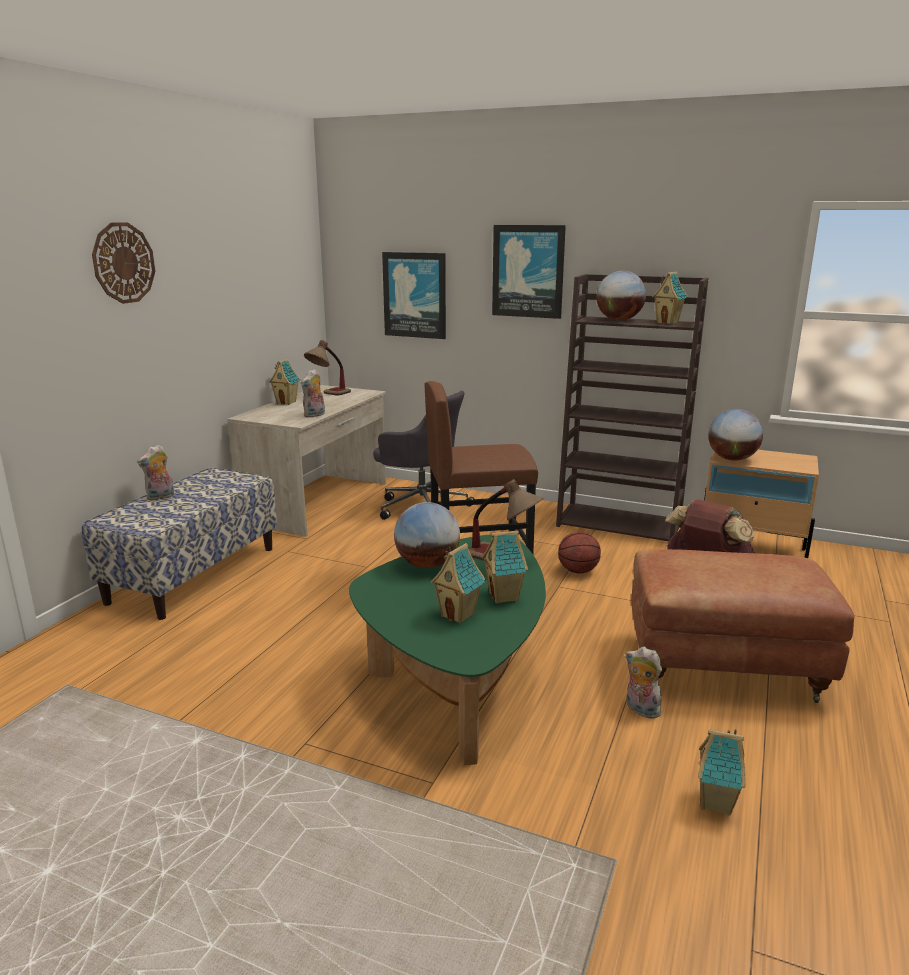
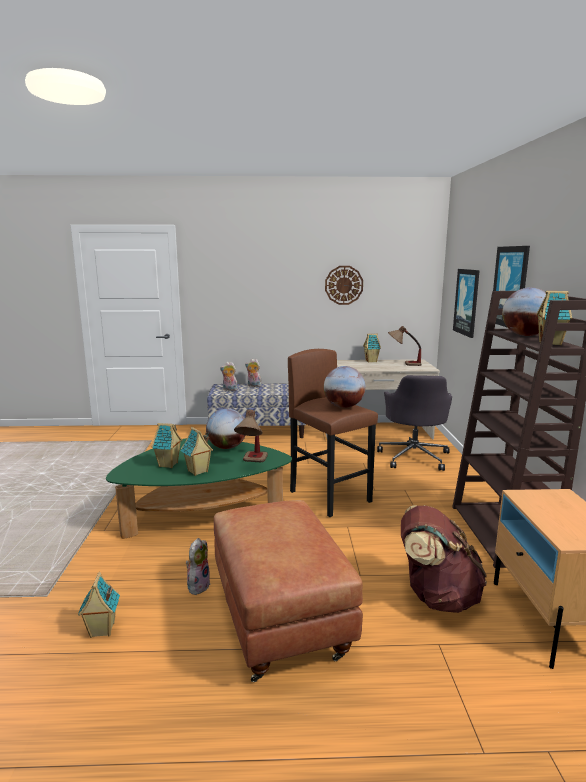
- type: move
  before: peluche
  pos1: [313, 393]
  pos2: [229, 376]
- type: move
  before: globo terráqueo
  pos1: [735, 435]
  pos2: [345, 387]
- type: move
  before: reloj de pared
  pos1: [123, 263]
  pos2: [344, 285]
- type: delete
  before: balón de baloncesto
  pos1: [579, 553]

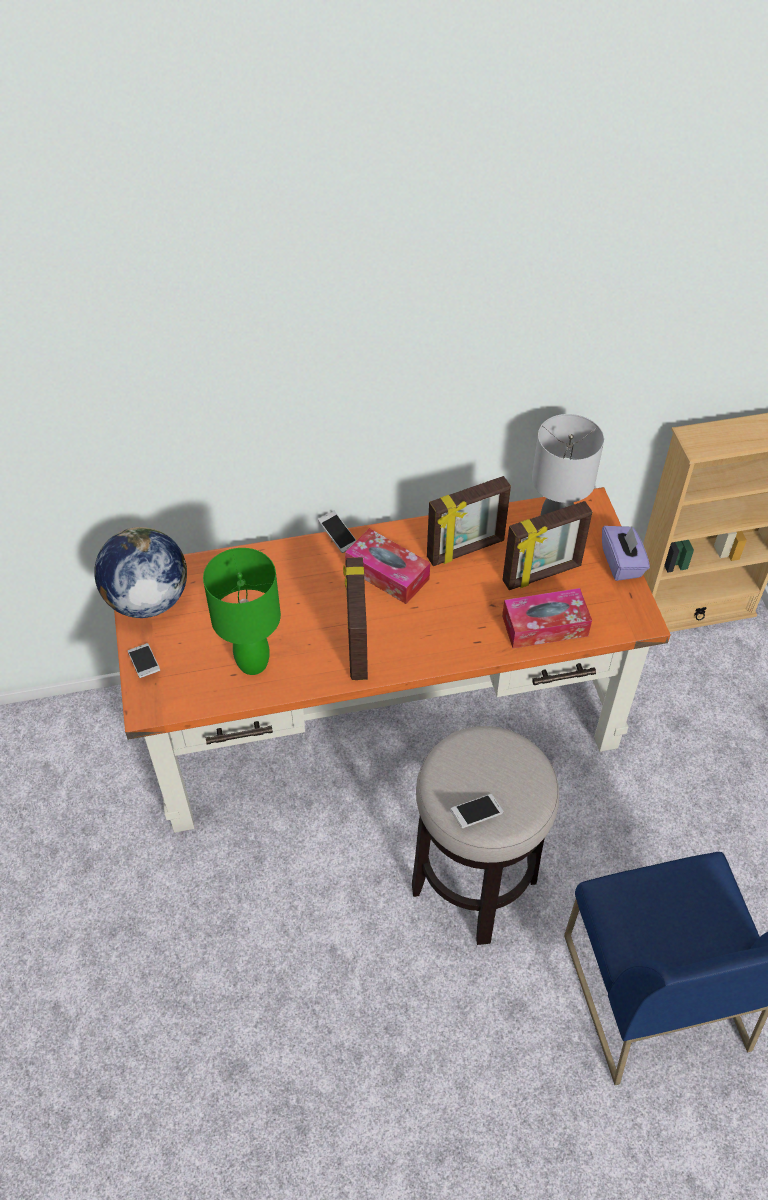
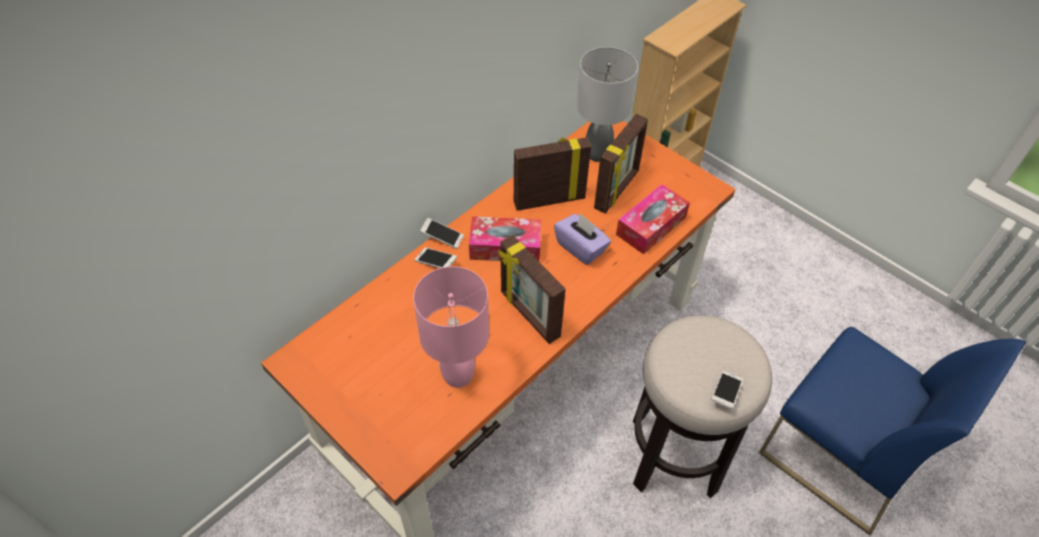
- type: recolor
  before: lámpara de mesa/verde
  after: lámpara de mesa/rosa
  pos1: [242, 611]
  pos2: [451, 327]
- type: move
  before: móvil
  pos1: [144, 660]
  pos2: [435, 258]
- type: rotate
  before: portarretratos
  pos1: [469, 521]
  pos2: [552, 174]
  turn: -135
- type: move
  before: caja de pañuelos/morado
  pos1: [626, 553]
  pos2: [582, 239]
- type: delete
  before: globo terráqueo
  pos1: [140, 572]

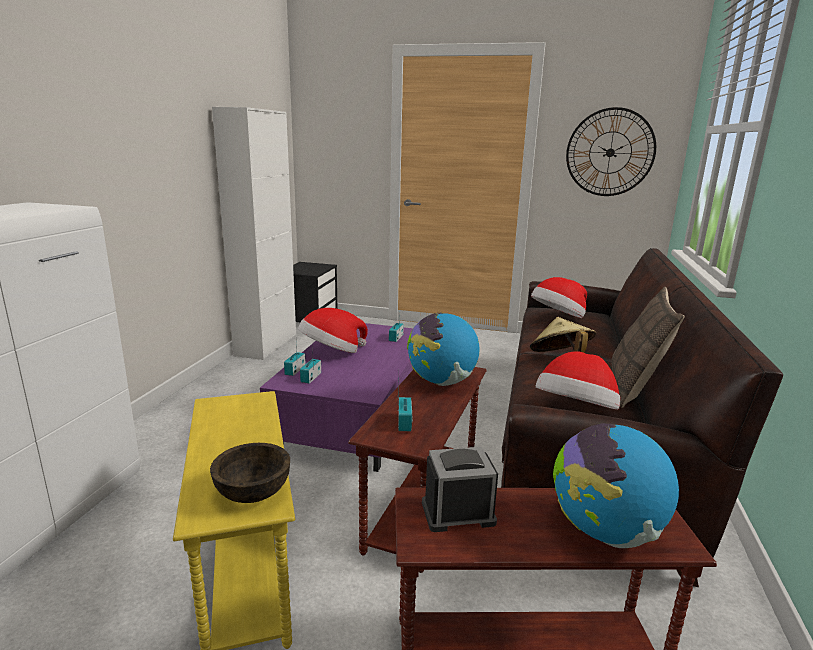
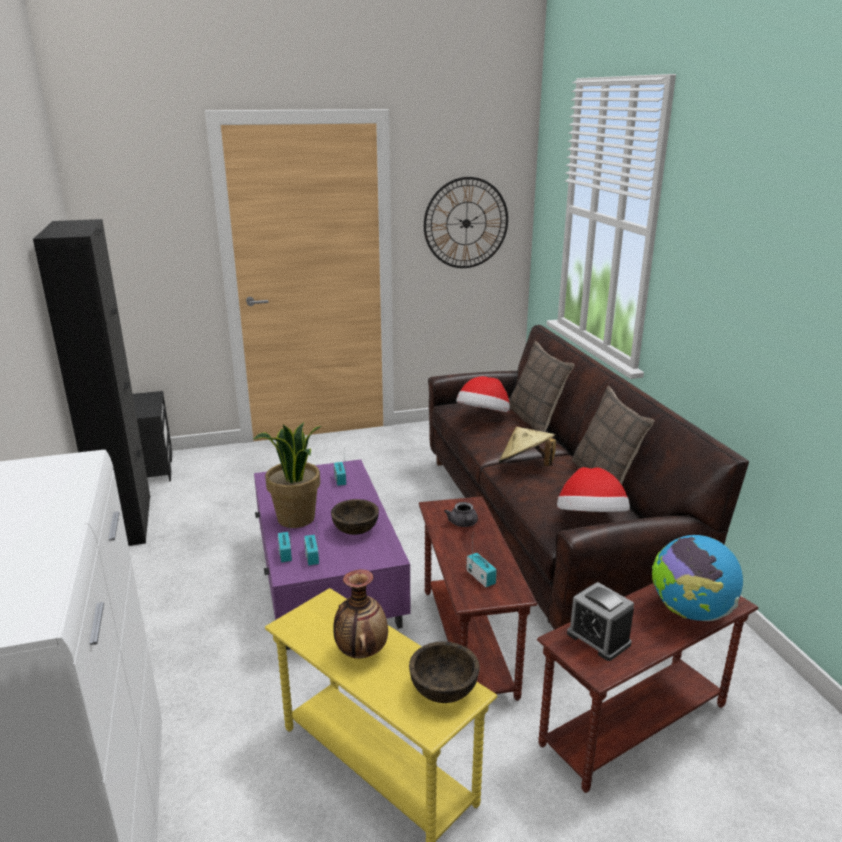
- type: recolor
  before: armario/blanco
  after: armario/negro
  pos1: [254, 233]
  pos2: [91, 382]
- type: replace
  before: sombrero
  after: planta en maceta
  pos1: [333, 330]
  pos2: [288, 475]
- type: insert
  after: cuenco/marrón
  pos2: [355, 517]
- type: insert
  after: florero
  pos2: [360, 613]
- type: replace
  before: globo terráqueo
  after: tetera/gris
  pos1: [443, 349]
  pos2: [461, 514]
- type: insert
  after: cojín
  pos2: [541, 386]
- type: rotate
  before: despertador
  pos1: [460, 489]
  pos2: [600, 621]
  turn: -90

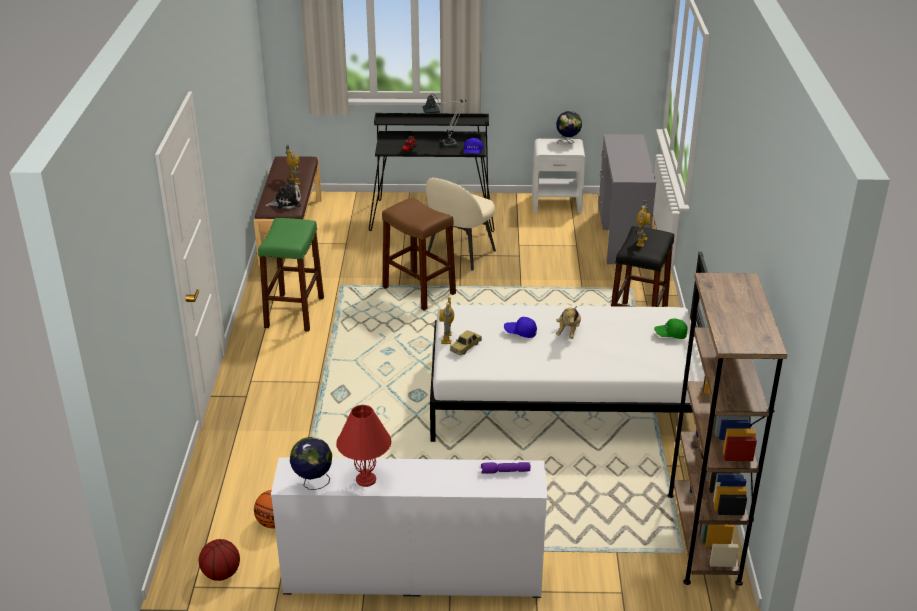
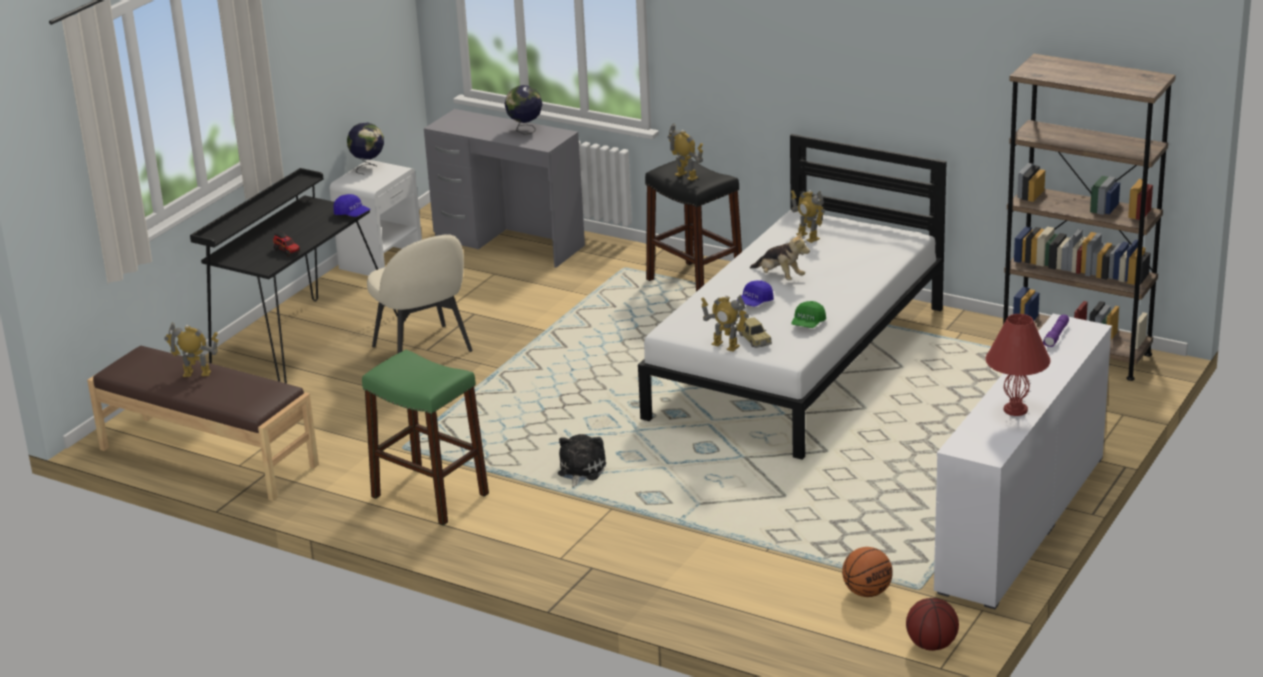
- type: move
  before: globo terráqueo
  pos1: [311, 463]
  pos2: [523, 110]
- type: move
  before: peluche
  pos1: [283, 193]
  pos2: [582, 460]
- type: insert
  after: robot de juguete
  pos2: [808, 216]
- type: move
  before: gorra/verde
  pos1: [671, 329]
  pos2: [808, 314]
- type: delete
  before: taburete/marrón
  pos1: [419, 253]
- type: delete
  before: lámpara de mesa
  pos1: [444, 120]

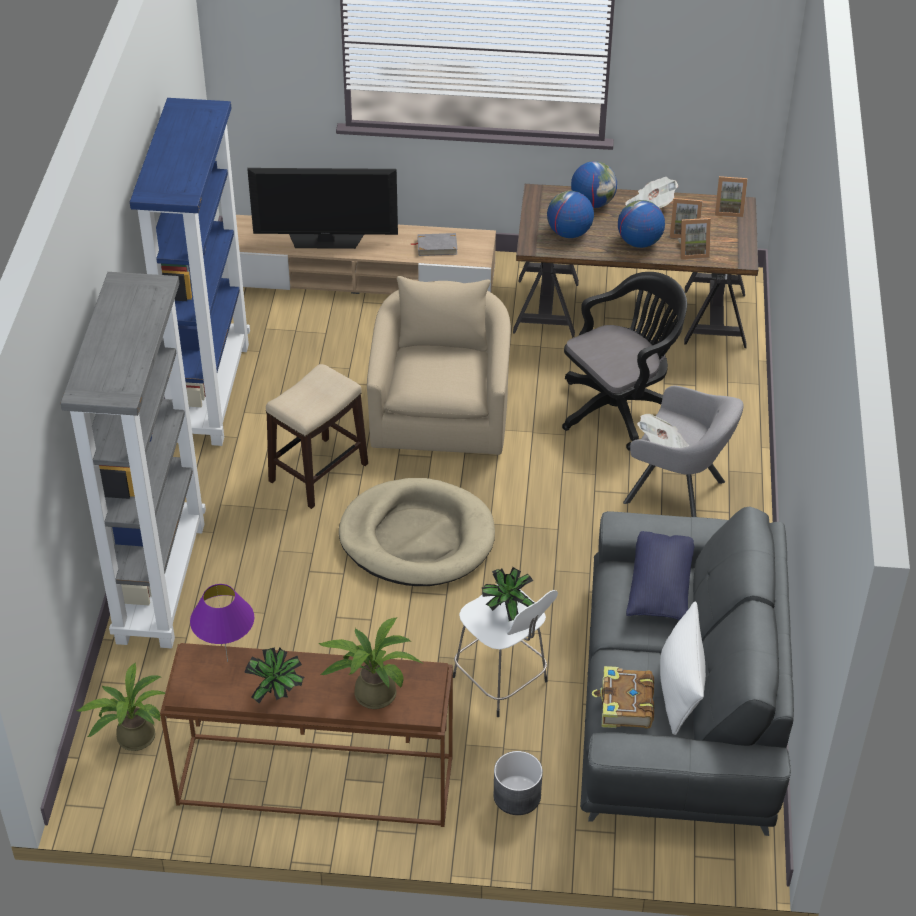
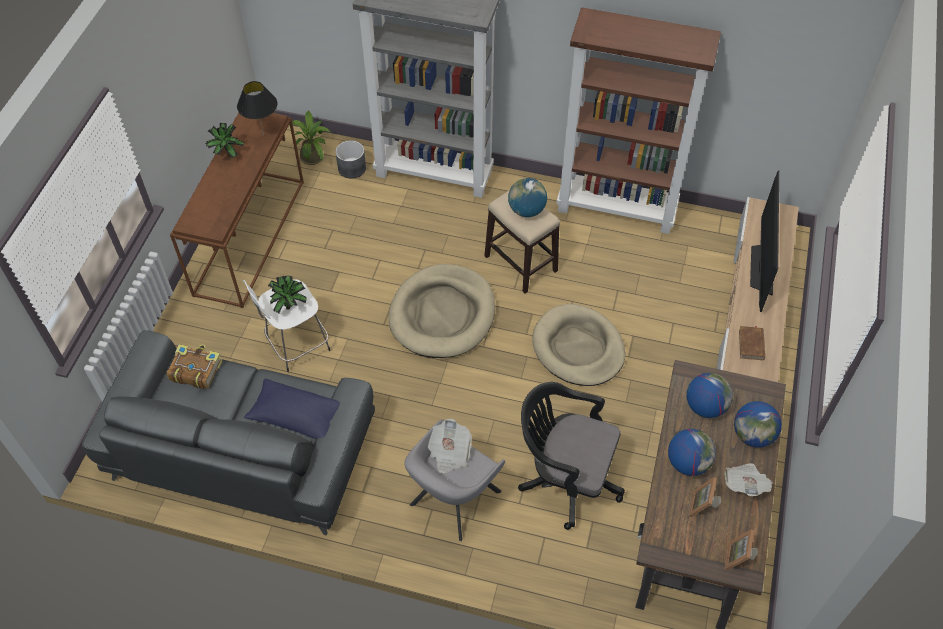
- type: recolor
  before: lámpara de mesa/morado
  after: lámpara de mesa/negro
  pos1: [222, 623]
  pos2: [257, 107]
- type: move
  before: maceta/gris
  pos1: [518, 783]
  pos2: [350, 159]
- type: insert
  after: globo terráqueo
  pos2: [527, 197]
- type: rotate
  before: silla de oficina/negro
  pos1: [624, 361]
  pos2: [571, 456]
  turn: 135
- type: replace
  before: sillón/beis
  after: cama para perro/beis
  pos1: [439, 365]
  pos2: [578, 345]
- type: recolor
  before: estantería/azul
  after: estantería/marrón
  pos1: [190, 272]
  pos2: [638, 120]
- type: recolor
  before: libro/gris
  after: libro/marrón
  pos1: [434, 244]
  pos2: [752, 343]
- type: delete
  before: planta en maceta
  pos1: [371, 663]
- type: delete
  before: cojín/blanco
  pos1: [683, 668]
- type: delete
  before: portarretratos
  pos1: [694, 239]

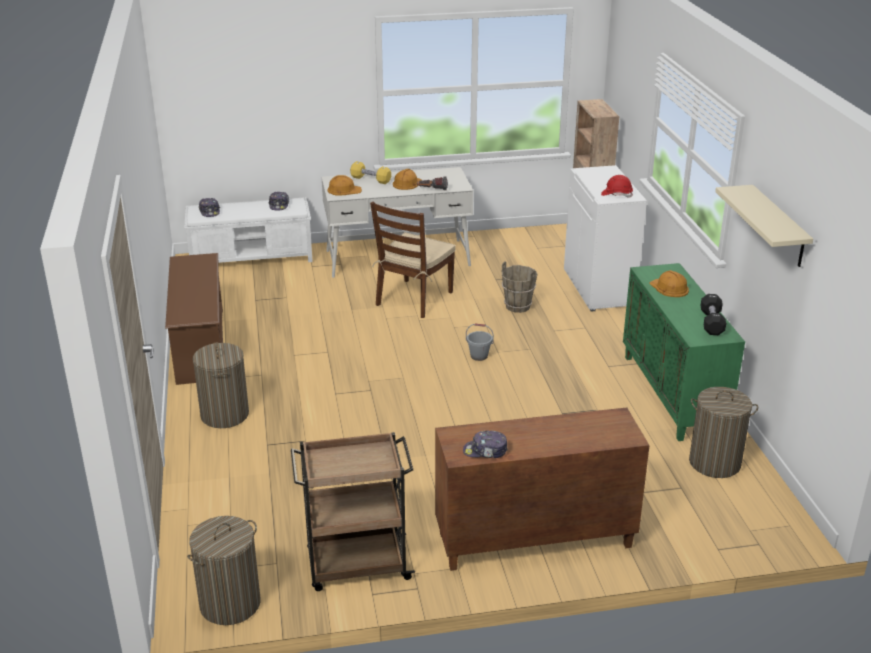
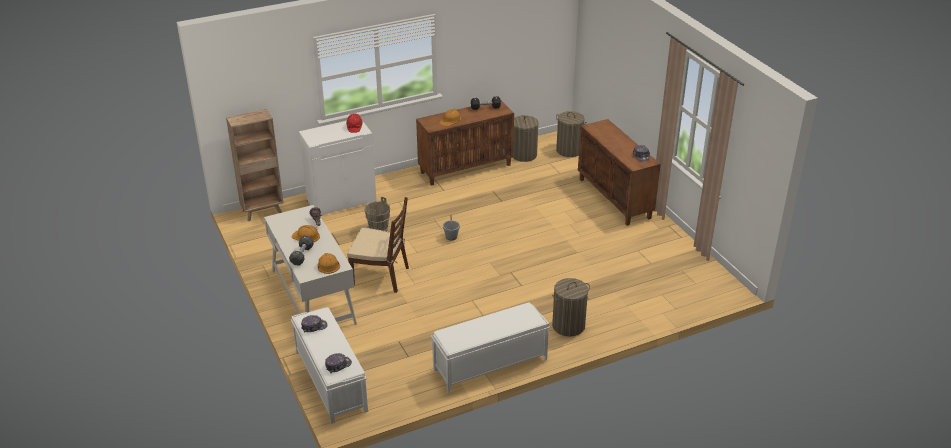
- type: recolor
  before: mancuerna/amarillo
  after: mancuerna/negro
  pos1: [370, 172]
  pos2: [301, 251]
- type: recolor
  before: armario/verde
  after: armario/marrón
  pos1: [684, 352]
  pos2: [465, 143]
- type: replace
  before: zapatero/marrón
  after: banco/blanco
  pos1: [194, 319]
  pos2: [490, 348]
- type: move
  before: cesto de la ropa
  pos1: [223, 570]
  pos2: [571, 134]
- type: delete
  before: carrito/marrón
  pos1: [353, 511]
- type: delete
  before: estante/beis
  pos1: [764, 226]

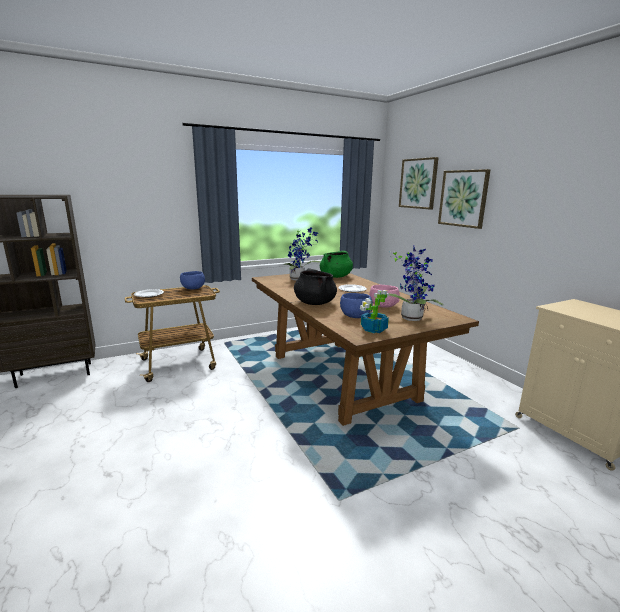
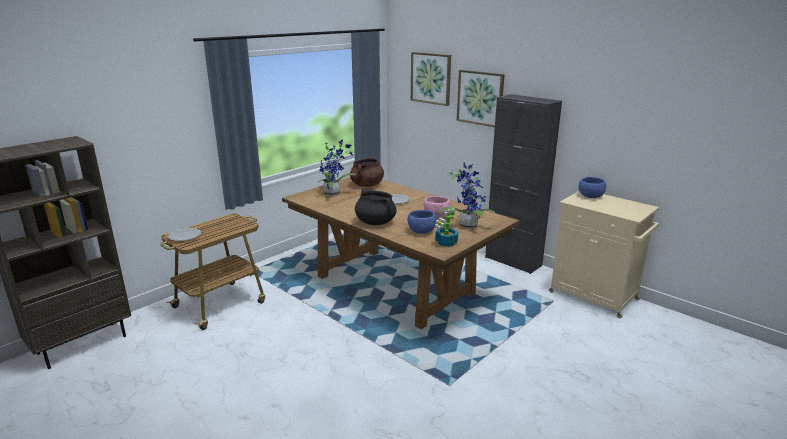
- type: recolor
  before: olla/verde
  after: olla/marrón
  pos1: [336, 264]
  pos2: [367, 172]
- type: insert
  after: armario/negro
  pos2: [523, 184]
- type: move
  before: cuenco/azul
  pos1: [192, 280]
  pos2: [592, 187]

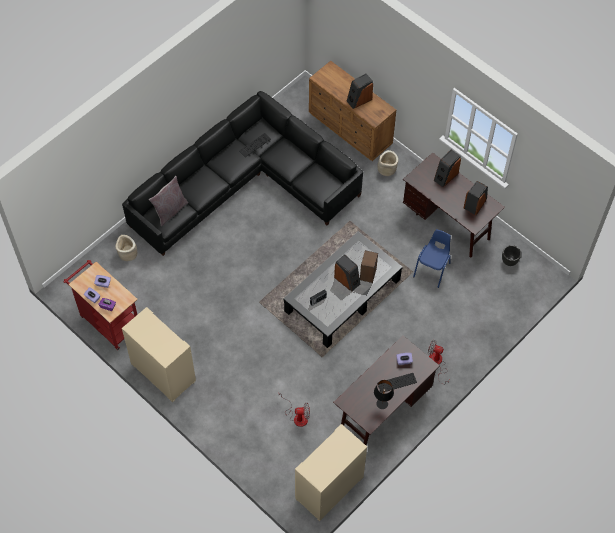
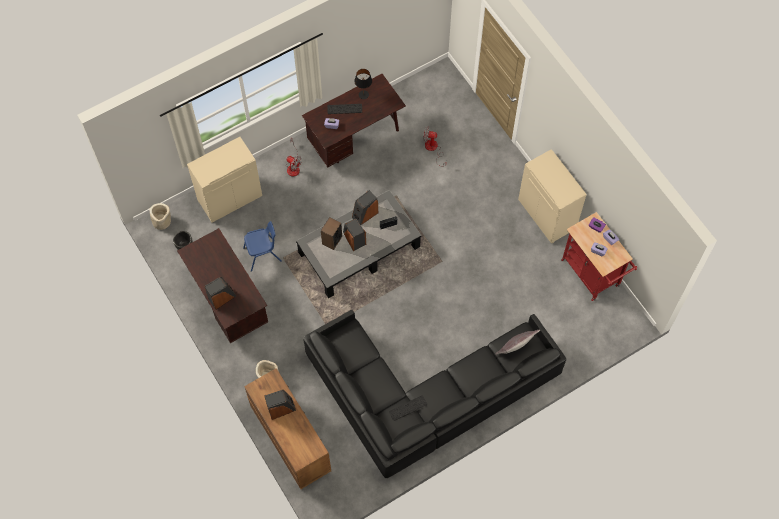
- type: move
  before: maceta/beis
  pos1: [126, 248]
  pos2: [160, 216]
- type: move
  before: armario/beis
  pos1: [331, 472]
  pos2: [224, 180]
- type: rotate
  before: silla/azul
  pos1: [432, 258]
  pos2: [262, 246]
  turn: -150
- type: move
  before: altavoz
  pos1: [476, 198]
  pos2: [365, 207]

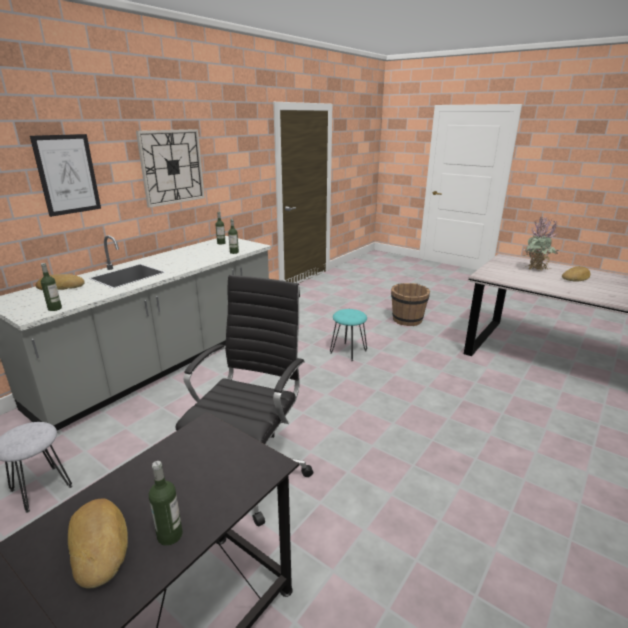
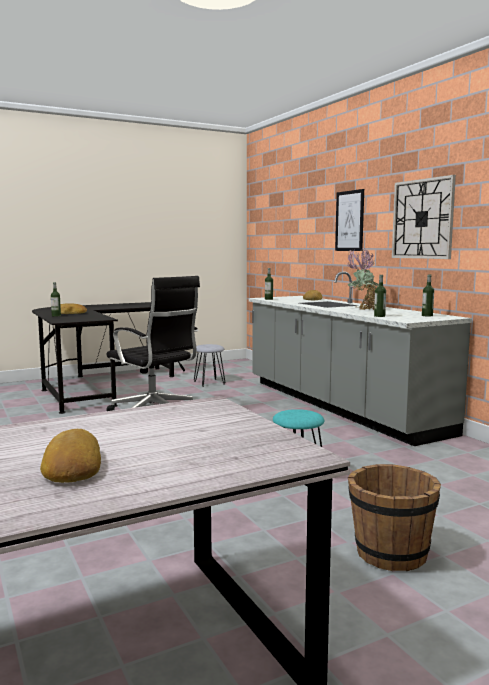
- type: move
  before: planta en maceta
  pos1: [541, 244]
  pos2: [362, 279]

